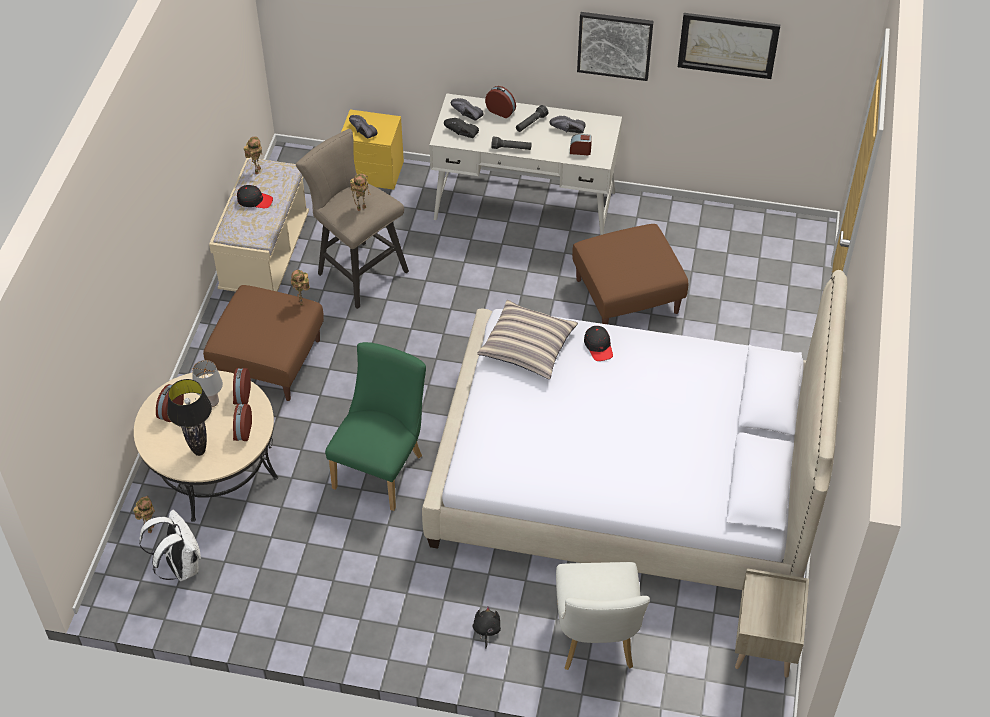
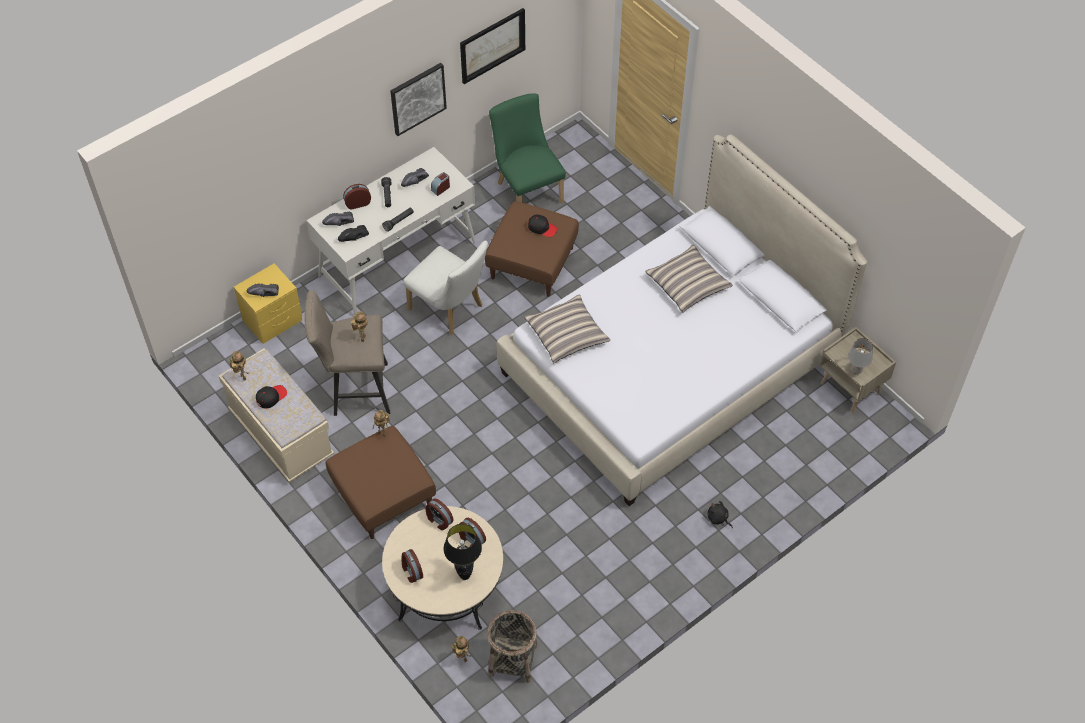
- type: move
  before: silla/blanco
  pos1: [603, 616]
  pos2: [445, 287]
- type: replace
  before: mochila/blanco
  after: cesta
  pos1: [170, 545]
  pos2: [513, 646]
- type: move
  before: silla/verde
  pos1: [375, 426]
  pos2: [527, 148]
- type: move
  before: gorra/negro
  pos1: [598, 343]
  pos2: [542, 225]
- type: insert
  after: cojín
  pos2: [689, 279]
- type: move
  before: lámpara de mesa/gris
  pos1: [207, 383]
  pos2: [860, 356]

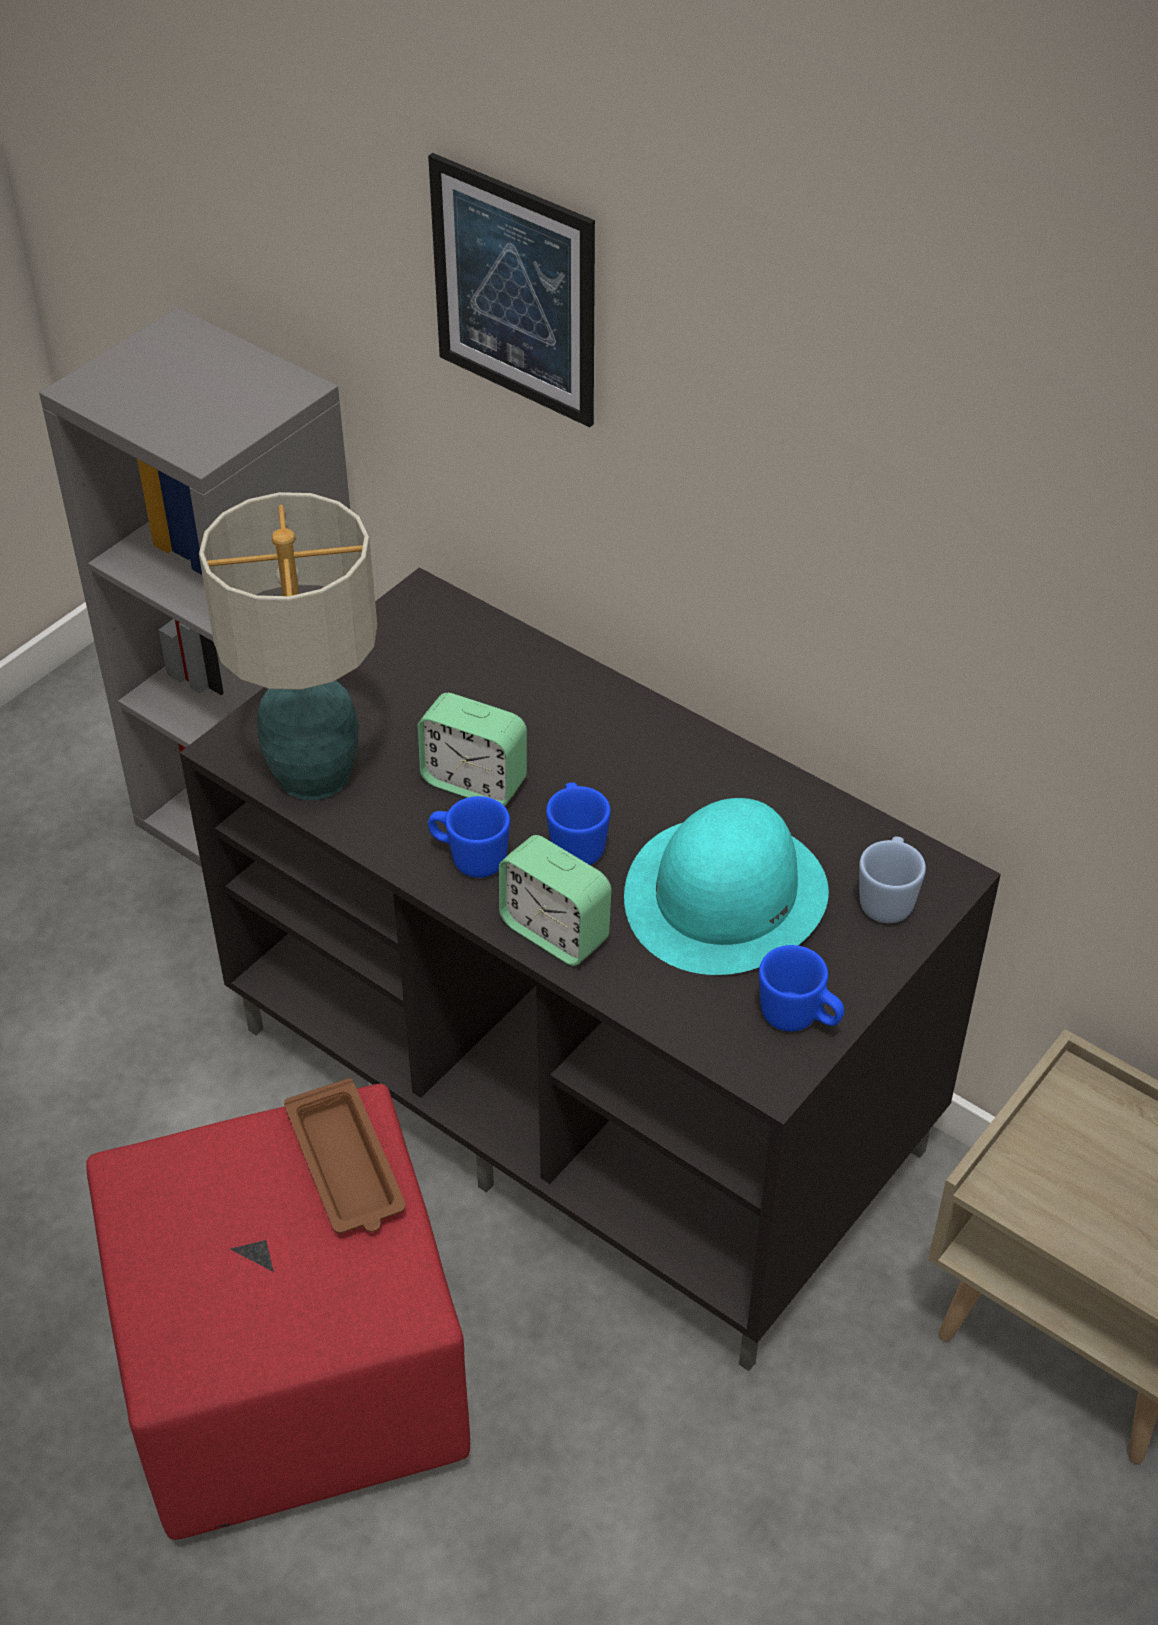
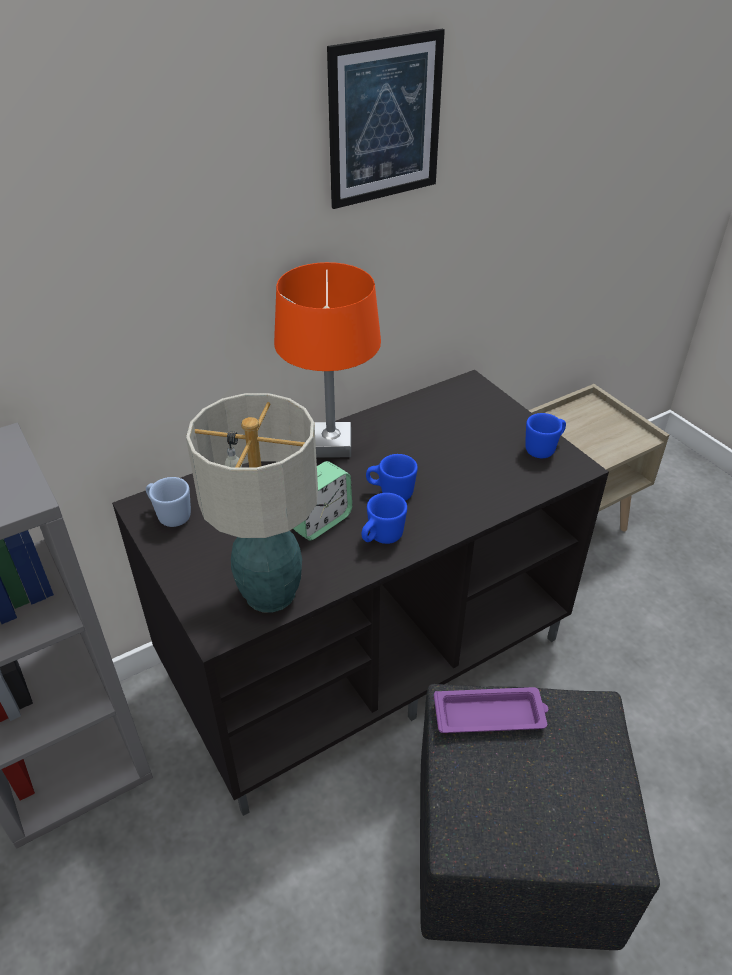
- type: move
  before: taza grande/azul
  pos1: [892, 879]
  pos2: [168, 502]
- type: insert
  after: lámpara de mesa/naranja
  pos2: [327, 360]
- type: move
  before: cuadro
  pos1: [511, 290]
  pos2: [386, 119]
- type: recolor
  before: puf/rojo
  after: puf/negro
  pos1: [278, 1312]
  pos2: [540, 817]
- type: recolor
  before: bandeja/marrón
  after: bandeja/morado
  pos1: [345, 1155]
  pos2: [491, 710]
- type: delete
  before: despertador
  pos1: [555, 900]
- type: delete
  before: sombrero/turquesa
  pos1: [726, 886]

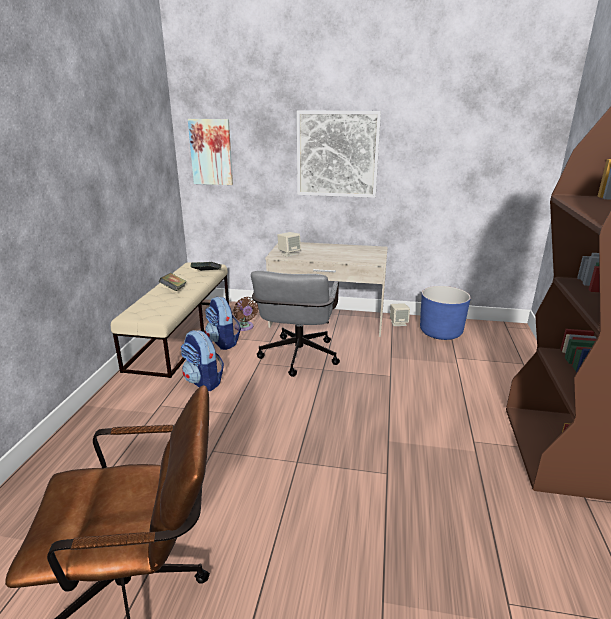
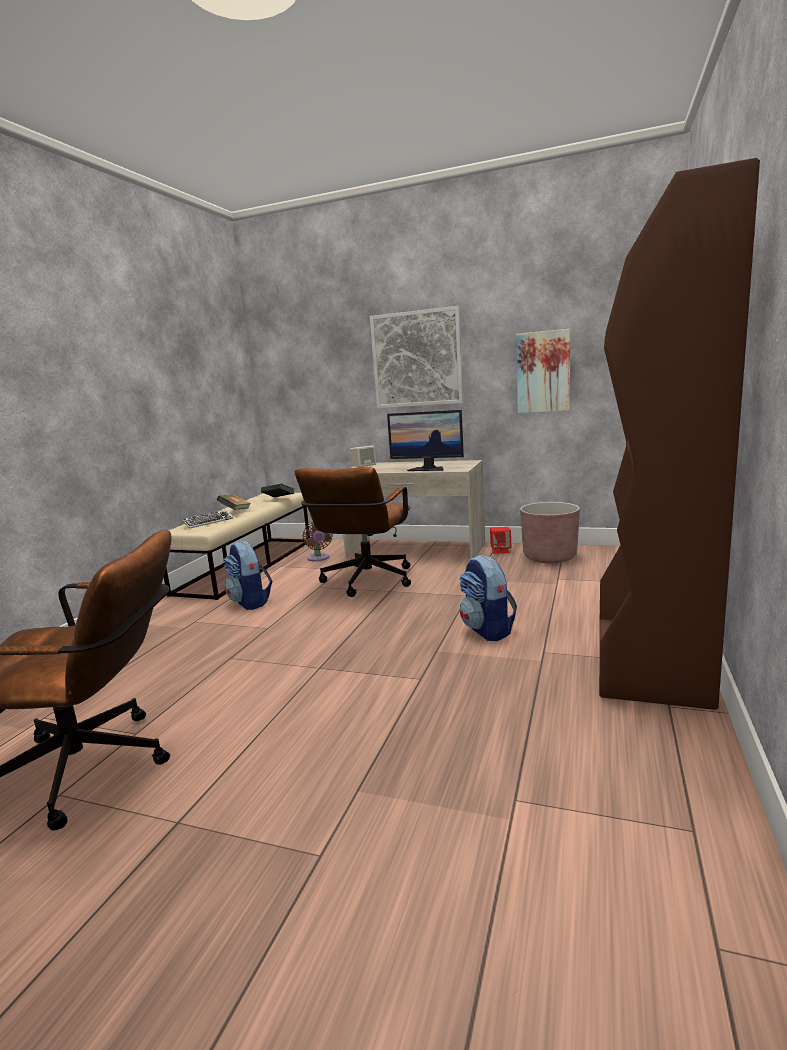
- type: insert
  after: teclado
  pos2: [207, 519]
- type: recolor
  before: silla de oficina/gris
  after: silla de oficina/marrón
  pos1: [295, 324]
  pos2: [353, 531]
- type: insert
  after: monitor
  pos2: [425, 440]
- type: move
  before: mochila
  pos1: [223, 323]
  pos2: [488, 598]
- type: recolor
  before: altavoz/beis
  after: altavoz/rojo
  pos1: [400, 314]
  pos2: [500, 540]
- type: move
  before: cuadro
  pos1: [210, 152]
  pos2: [543, 371]
- type: recolor
  before: maceta/azul
  after: maceta/marrón
  pos1: [445, 313]
  pos2: [550, 532]

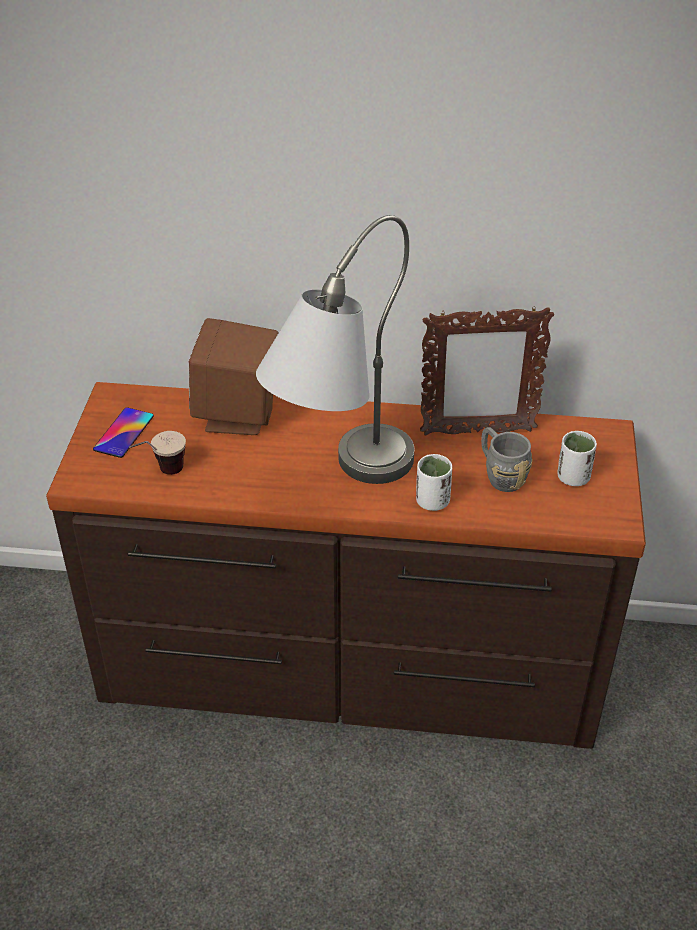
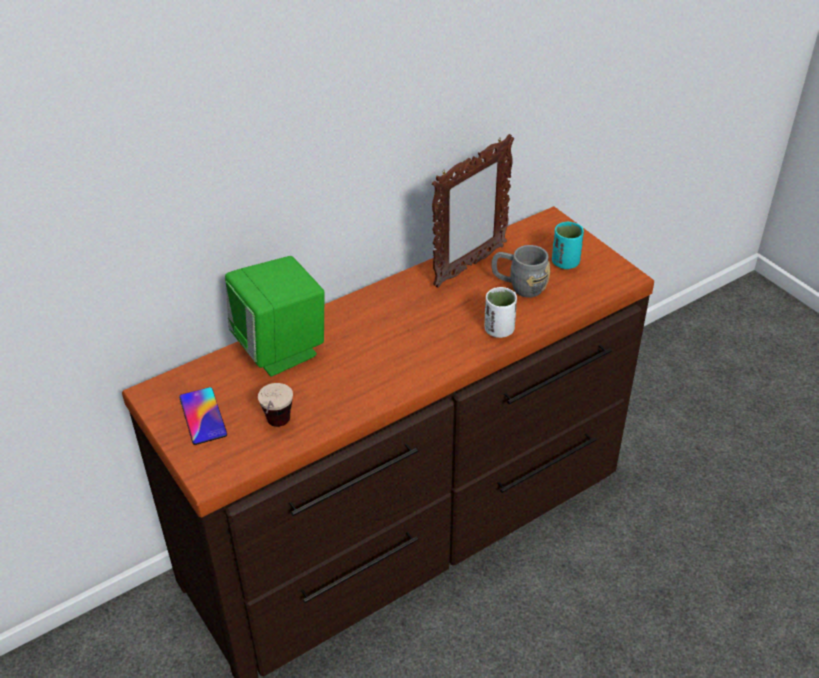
- type: recolor
  before: altavoz/marrón
  after: altavoz/verde
  pos1: [234, 376]
  pos2: [275, 316]
- type: recolor
  before: taza/blanco
  after: taza/turquesa
  pos1: [577, 458]
  pos2: [568, 245]
- type: delete
  before: lámpara de mesa/gris
  pos1: [335, 349]

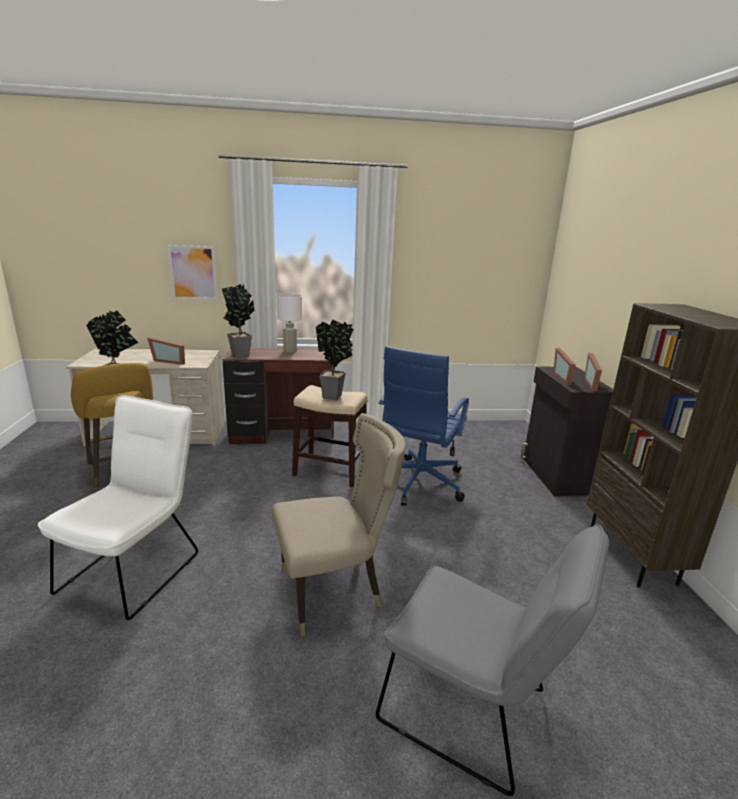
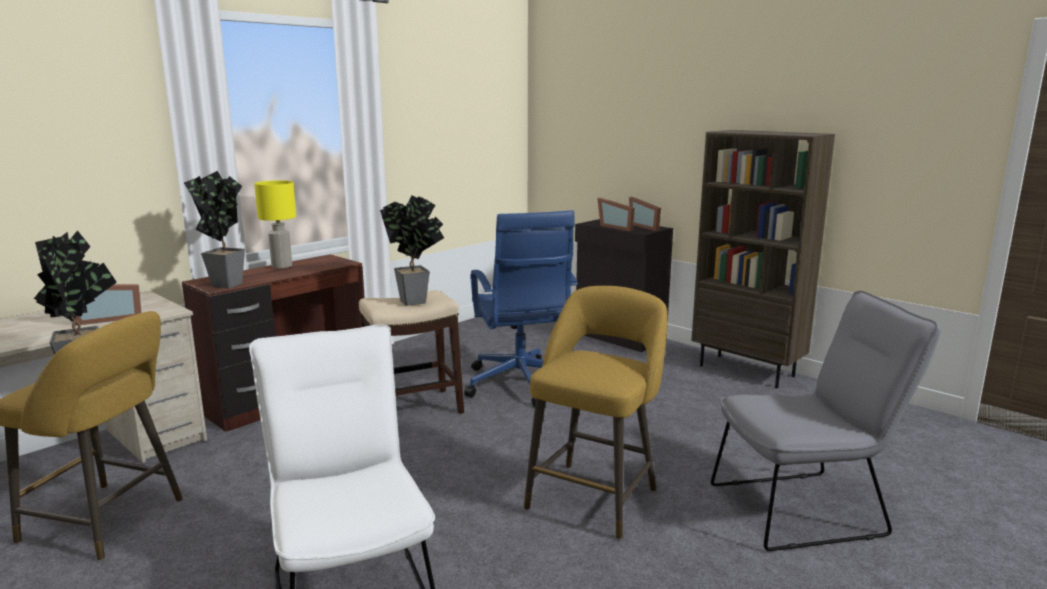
- type: recolor
  before: lámpara de mesa/blanco
  after: lámpara de mesa/amarillo
  pos1: [289, 323]
  pos2: [275, 224]
- type: replace
  before: silla/beis
  after: taburete/amarillo
  pos1: [339, 525]
  pos2: [596, 413]
- type: delete
  before: cuadro
  pos1: [193, 272]

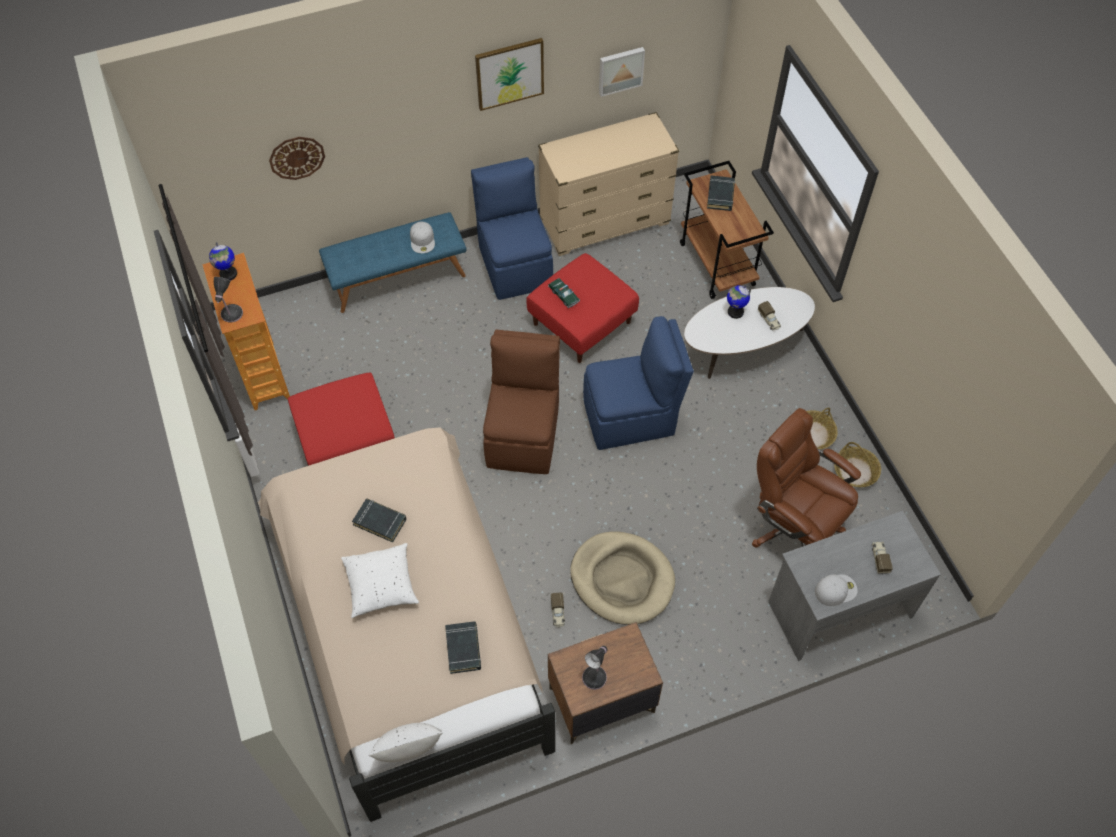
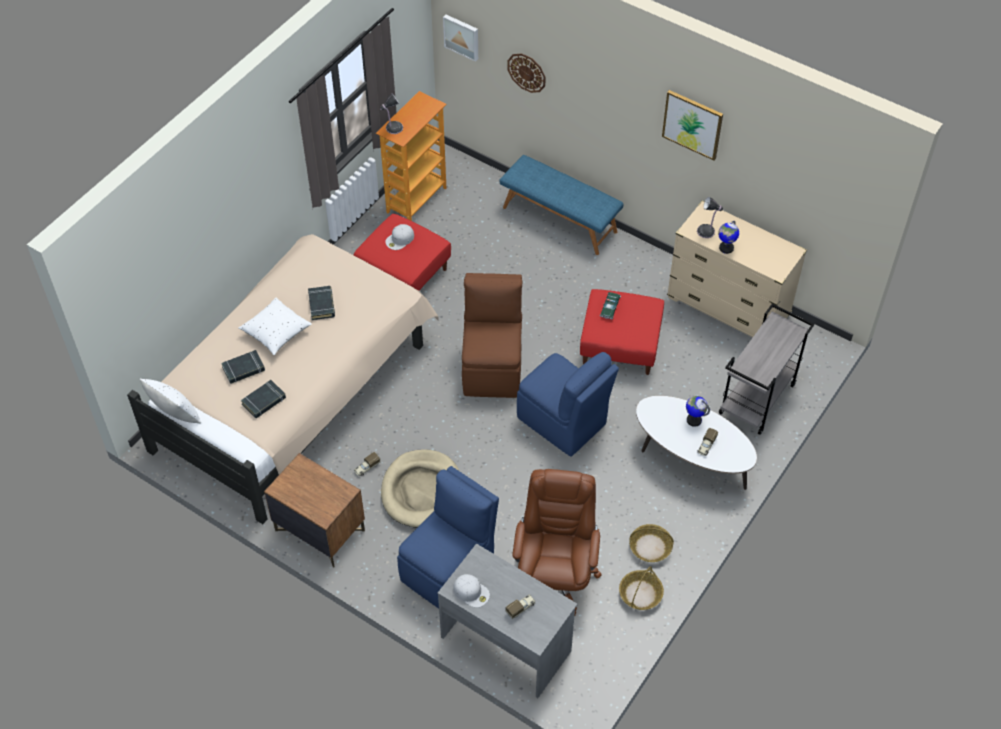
- type: move
  before: libro/negro
  pos1: [721, 193]
  pos2: [243, 367]
- type: move
  before: gorra/blanco
  pos1: [422, 237]
  pos2: [399, 237]
- type: move
  before: silla/azul
  pos1: [512, 228]
  pos2: [448, 537]
- type: move
  before: cuadro
  pos1: [622, 72]
  pos2: [460, 38]
- type: rotate
  before: silla/marrón
  pos1: [521, 402]
  pos2: [492, 335]
  turn: -60
- type: move
  before: lámpara de mesa
  pos1: [594, 668]
  pos2: [710, 217]
- type: move
  before: globo terráqueo
  pos1: [223, 261]
  pos2: [728, 237]
- type: recolor
  before: carrito/marrón
  after: carrito/gris
  pos1: [727, 230]
  pos2: [766, 369]

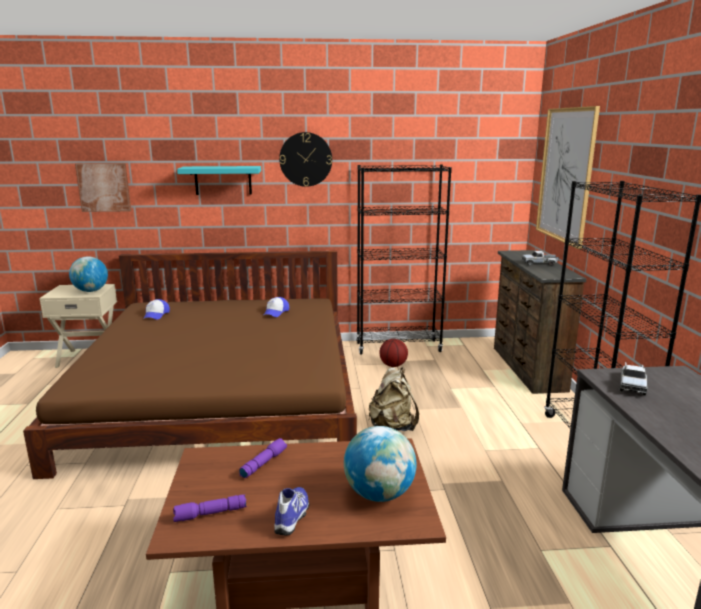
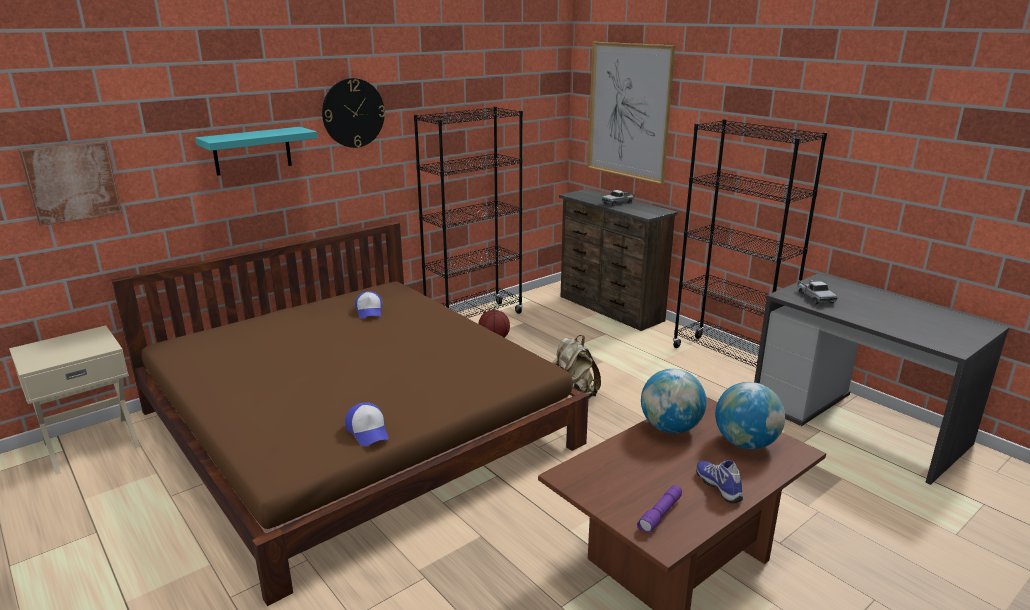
- type: move
  before: gorra
  pos1: [156, 309]
  pos2: [367, 424]
- type: move
  before: globo terráqueo
  pos1: [88, 274]
  pos2: [673, 401]
- type: delete
  before: linterna/morado
  pos1: [263, 458]

